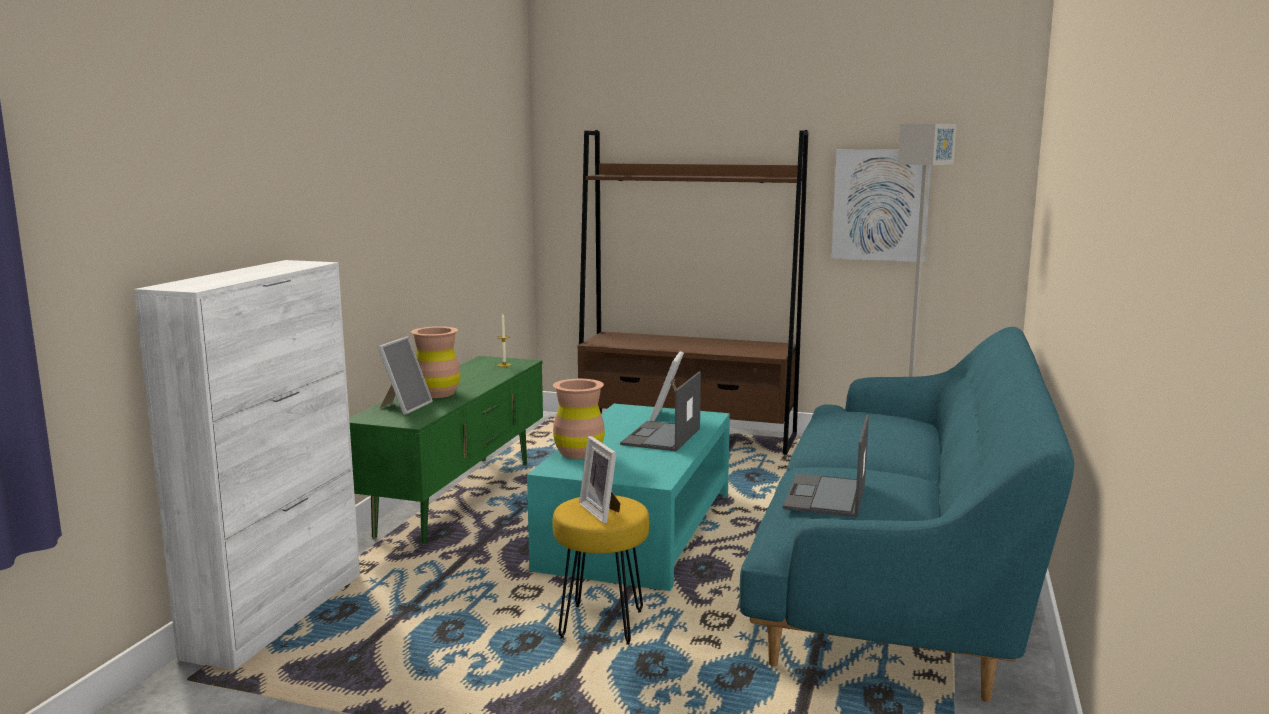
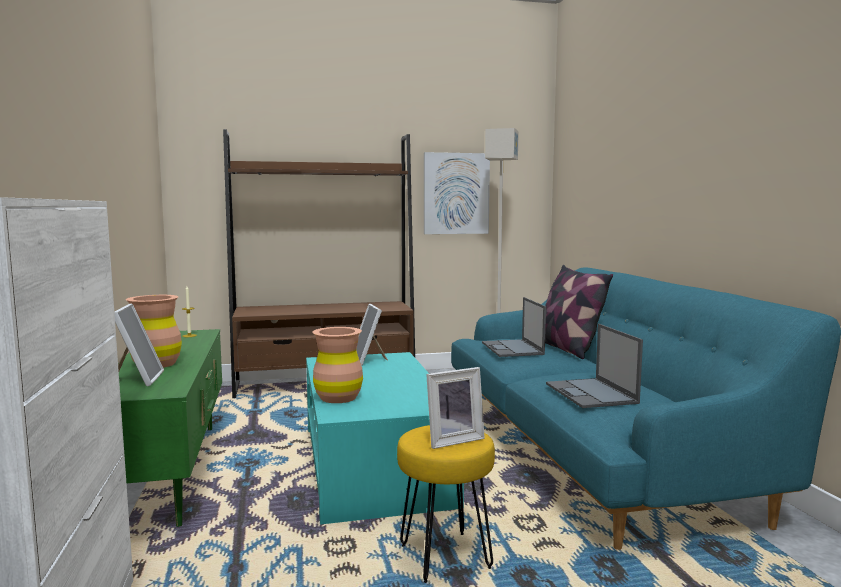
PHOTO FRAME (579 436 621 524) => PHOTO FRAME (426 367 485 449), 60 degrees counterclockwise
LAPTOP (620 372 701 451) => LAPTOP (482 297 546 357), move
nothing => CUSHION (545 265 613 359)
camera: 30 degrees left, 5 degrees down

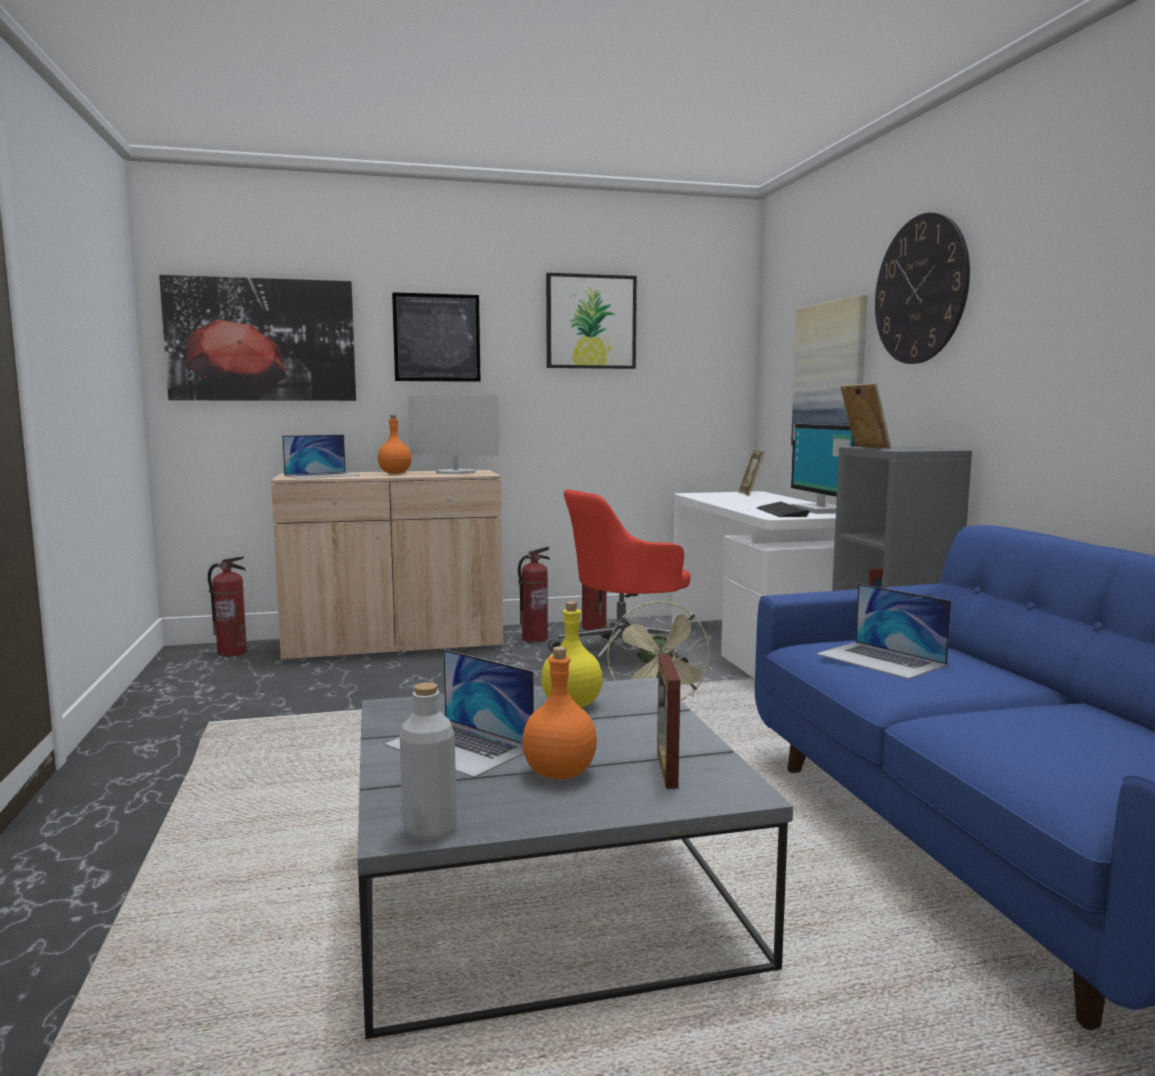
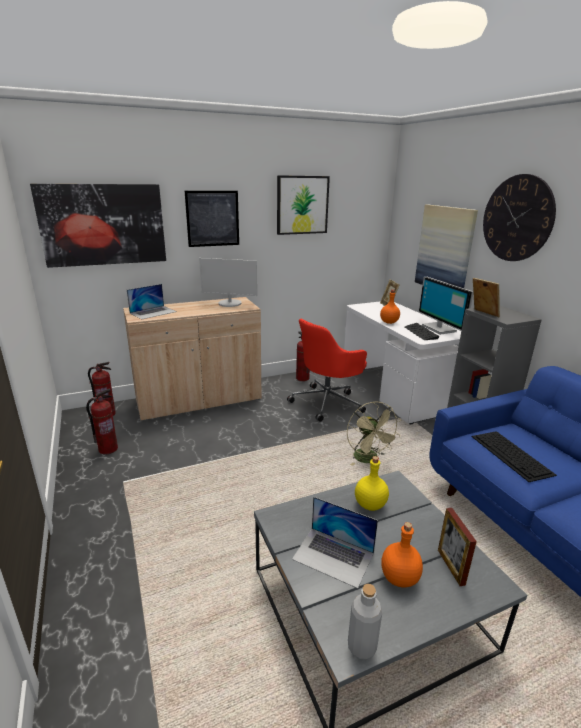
ORANGE-COLOURED BEVERAGE BOTTLE (378 415 412 474) => ORANGE-COLOURED BEVERAGE BOTTLE (380 290 400 324), move
EXTINGUISHER (518 547 550 643) => EXTINGUISHER (86 389 118 455), move
LAPTOP (817 584 951 679) => PC KEYBOARD (472 431 557 482)
camera: 10 degrees left, 15 degrees up

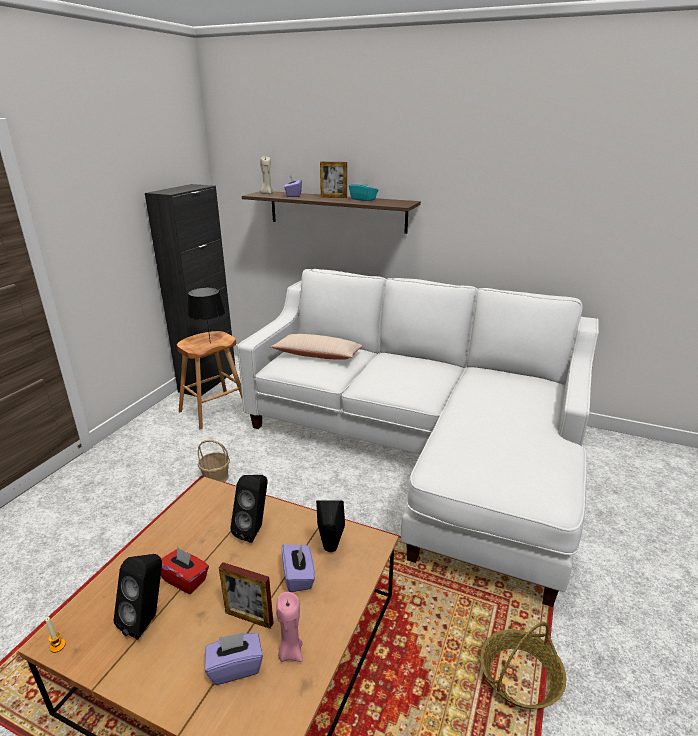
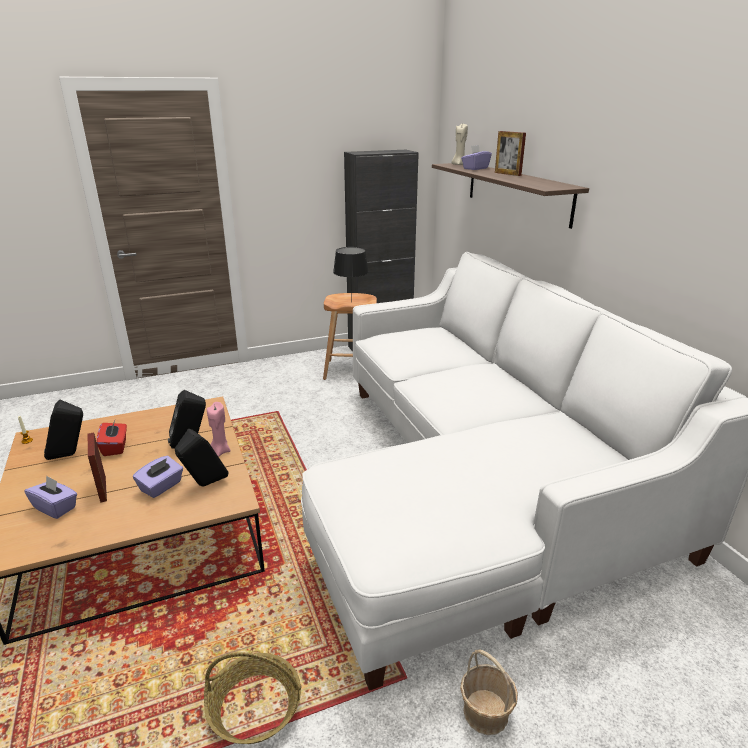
HOUSEHOLD BASKET (198 440 230 482) => HOUSEHOLD BASKET (460 649 518 735), move
BEIGE-COLOURED CUSHION (270 334 363 360) => nothing
PINKISH WAX CANDLE (276 592 303 662) => PINKISH WAX CANDLE (207 402 231 457), move
TURQUOISE TISSUE BOX (349 178 378 201) => nothing
camera: 45 degrees right, 0 degrees up

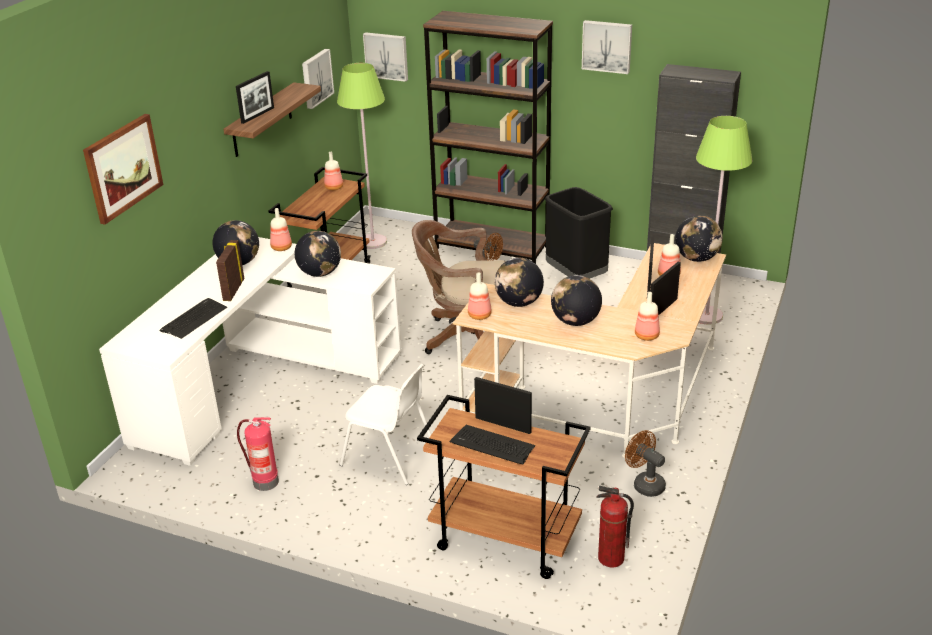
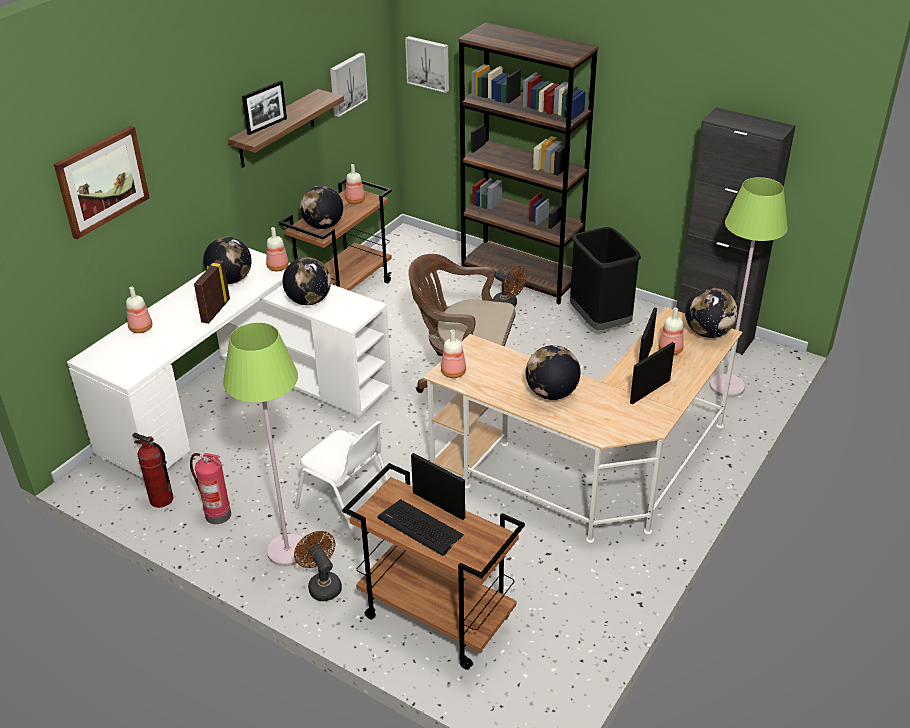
PC KEYBOARD (159 298 227 339) => nothing
GREENISH FLOOR LAMP (337 63 387 249) => GREENISH FLOOR LAMP (223 323 308 566), move
DESK GLOBE (494 258 544 307) => DESK GLOBE (300 186 343 229), move
WALL ART (582 20 632 74) => nothing
EXTINGUISHER (597 486 634 567) => EXTINGUISHER (132 433 173 508), move
BROWN-COLOURED COOLING FAN (625 430 666 497) => BROWN-COLOURED COOLING FAN (294 531 342 601), move
BEVERAGE BOTTLE (635 292 660 341) => BEVERAGE BOTTLE (126 287 152 333), move
camera: 10 degrees right, 5 degrees up

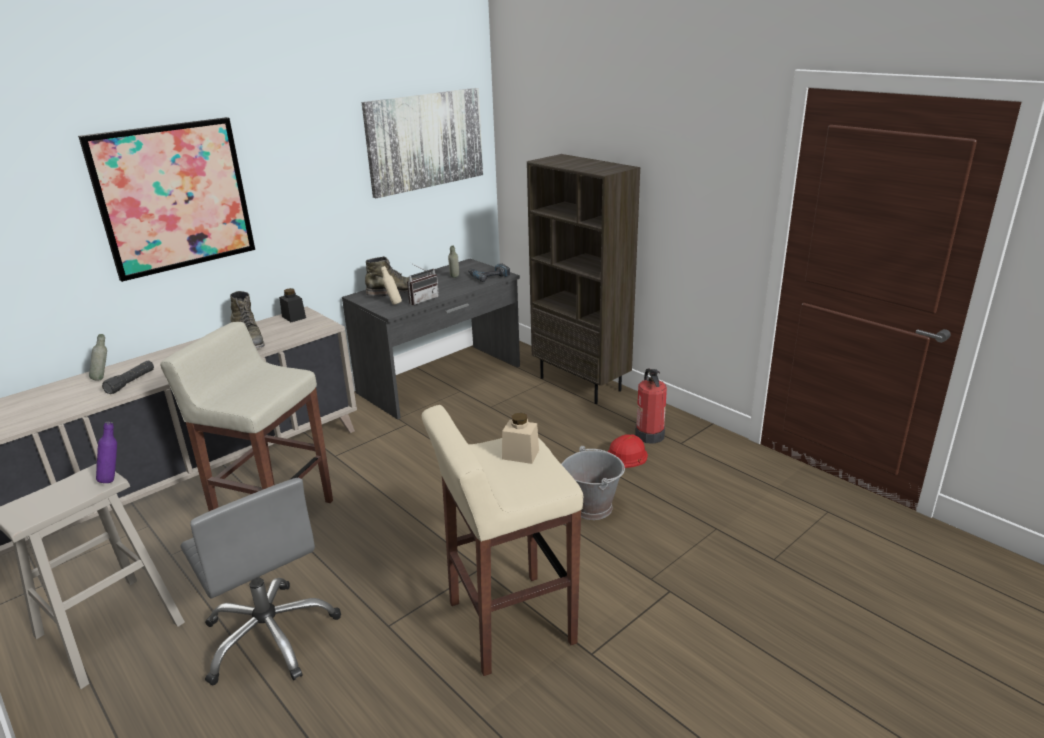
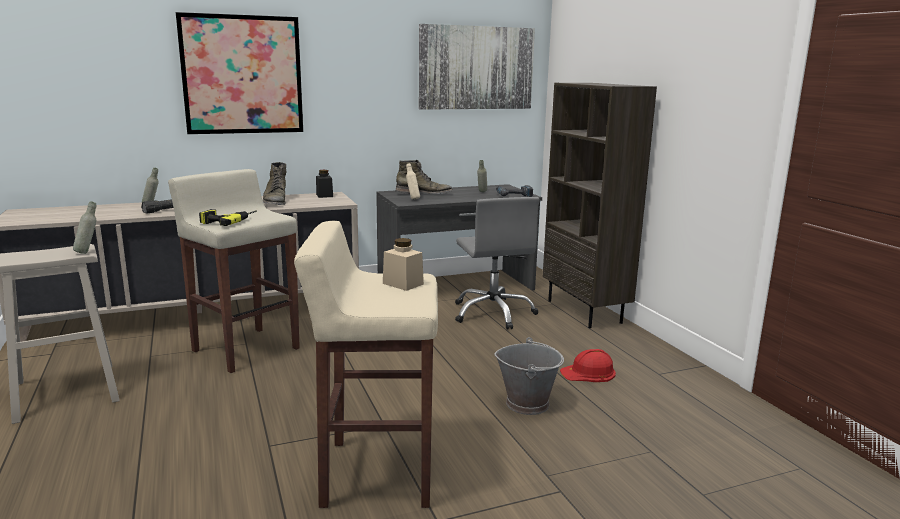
PURPLE BEVERAGE BOTTLE (96 422 117 483) => GRAY BEVERAGE BOTTLE (73 201 96 254)
GRAY DESK CHAIR (180 478 341 685) => GRAY DESK CHAIR (455 197 539 330), move
RADIO RECEIVER (407 263 439 305) => nothing
EXTINGUISHER (635 368 667 444) => nothing
nothing => DRILL (199 209 257 226)
camera: 20 degrees right, 10 degrees down

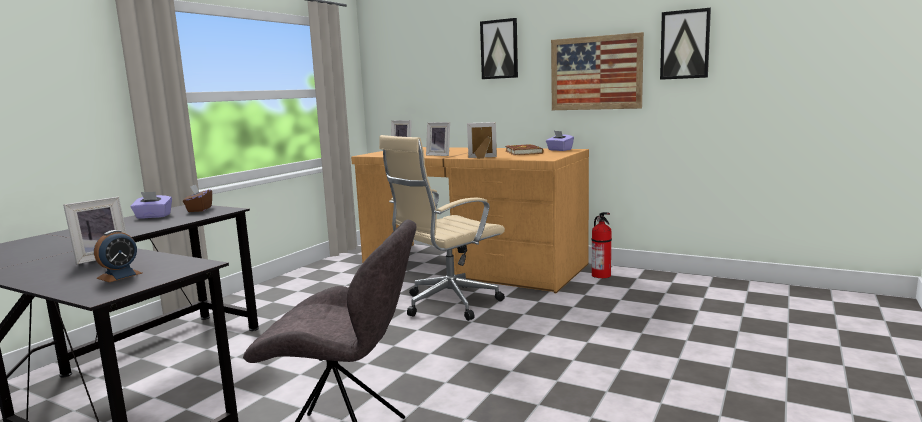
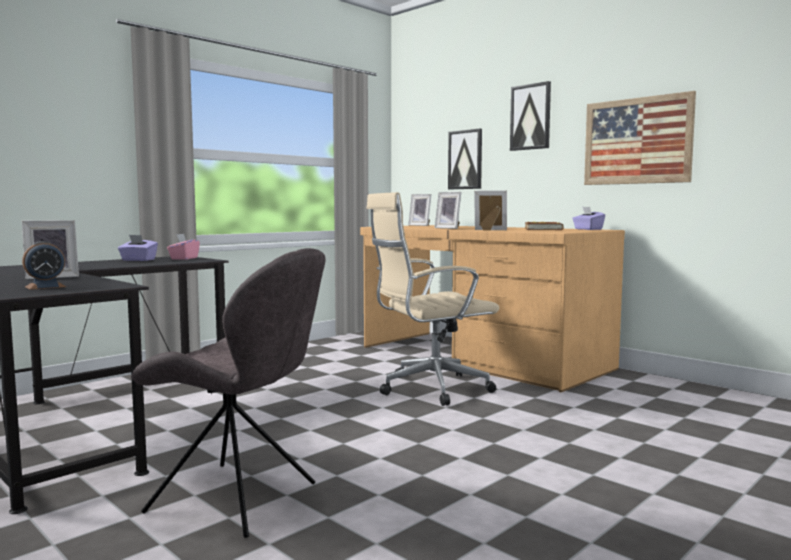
BROWN-COLOURED TISSUE BOX (183 184 212 212) => PINKISH TISSUE BOX (167 234 200 260)
EXTINGUISHER (592 212 612 278) => nothing
WALL ART (660 8 711 80) => WALL ART (448 128 482 189), move
camera: 15 degrees right, 5 degrees down

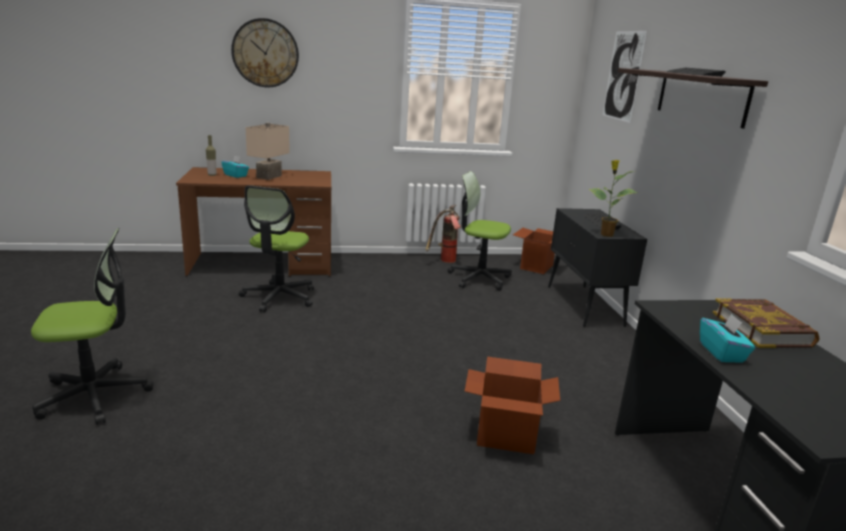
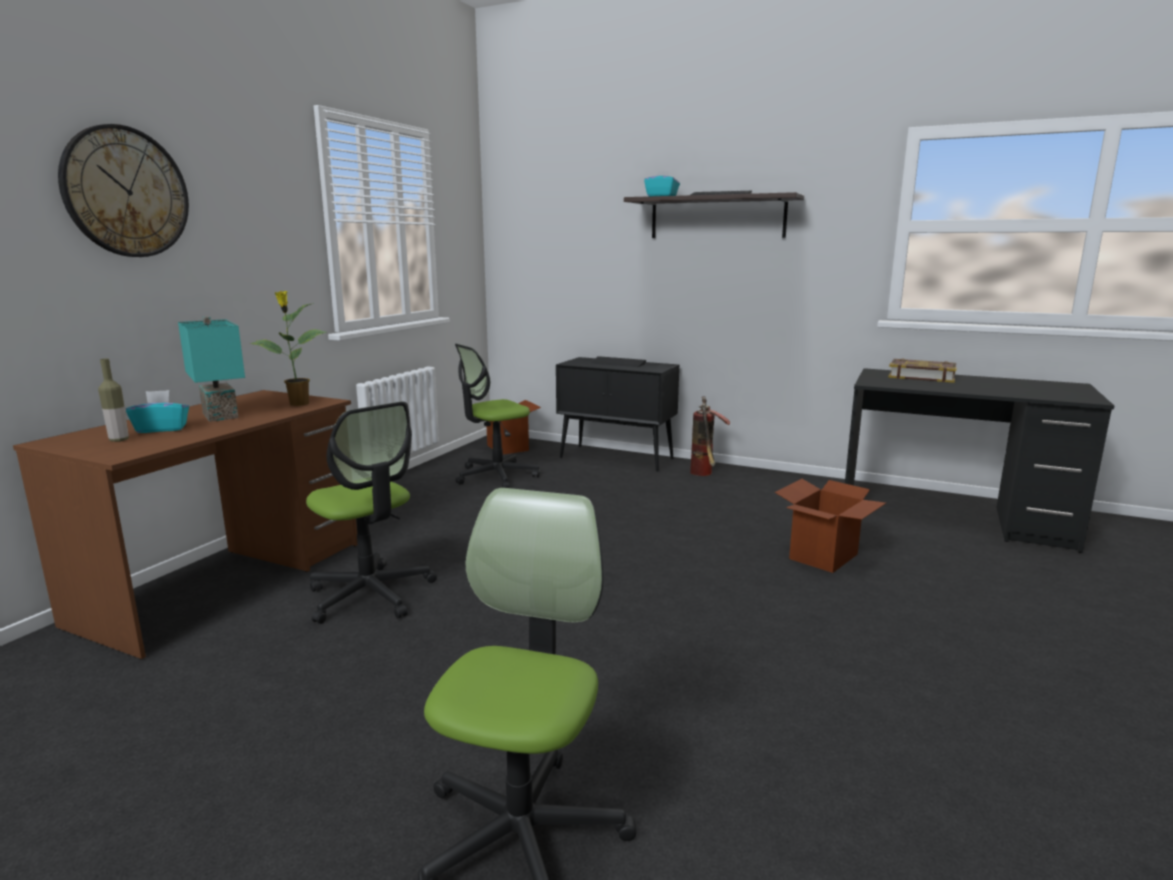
BEIGE-COLOURED TABLETOP LAMP (246 123 290 180) => TURQUOISE TABLETOP LAMP (178 316 245 422)
EXTINGUISHER (426 205 461 263) => EXTINGUISHER (690 396 730 476), move
HOUSEPLANT (589 160 637 237) => HOUSEPLANT (250 291 326 406), move
WALL ART (603 31 647 123) => nothing
TURQUOISE TISSUE BOX (700 313 755 363) => TURQUOISE TISSUE BOX (644 170 680 196), move
camera: 55 degrees left, 5 degrees down

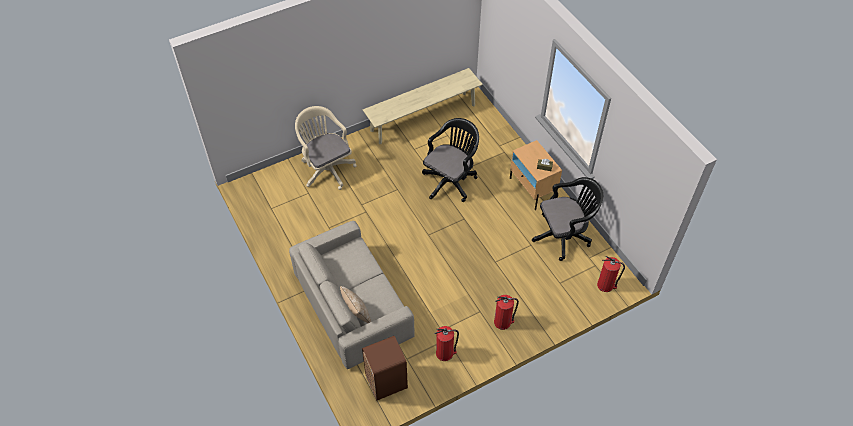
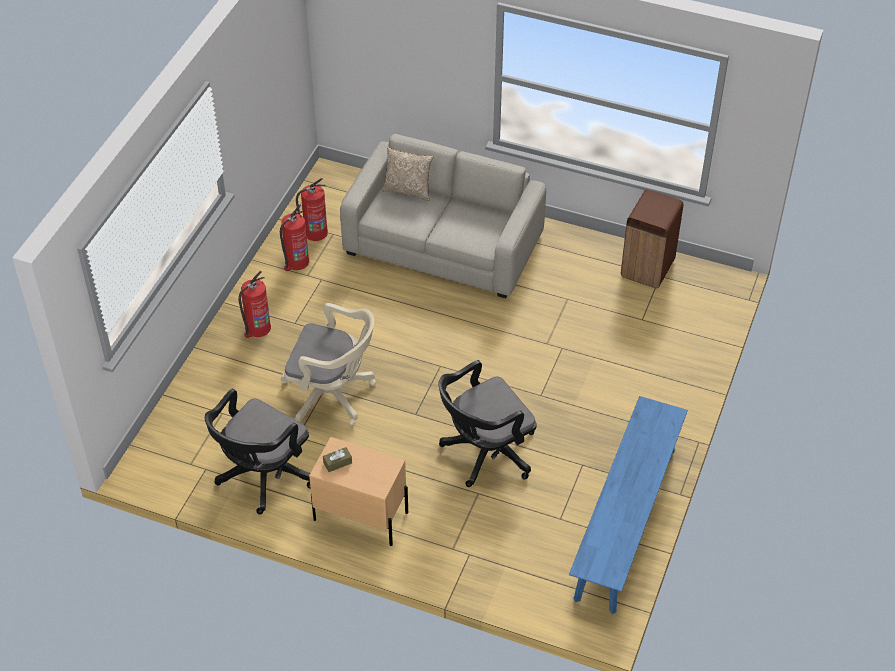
BEIGE-COLOURED DESK CHAIR (295 106 357 190) => BEIGE-COLOURED DESK CHAIR (281 303 376 426), move
BROWN-COLOURED WASTE BIN (362 336 408 400) => BROWN-COLOURED WASTE BIN (621 190 683 288), move
BEIGE-COLOURED INDOOR BENCH (363 68 483 144) => BLUE INDOOR BENCH (569 396 688 614)
BLACK-COLOURED DESK CHAIR (422 118 479 202) => BLACK-COLOURED DESK CHAIR (439 360 537 487), 60 degrees clockwise
EXTINGUISHER (597 256 625 292) => EXTINGUISHER (296 178 328 241), move
camera: 140 degrees right, 5 degrees down

